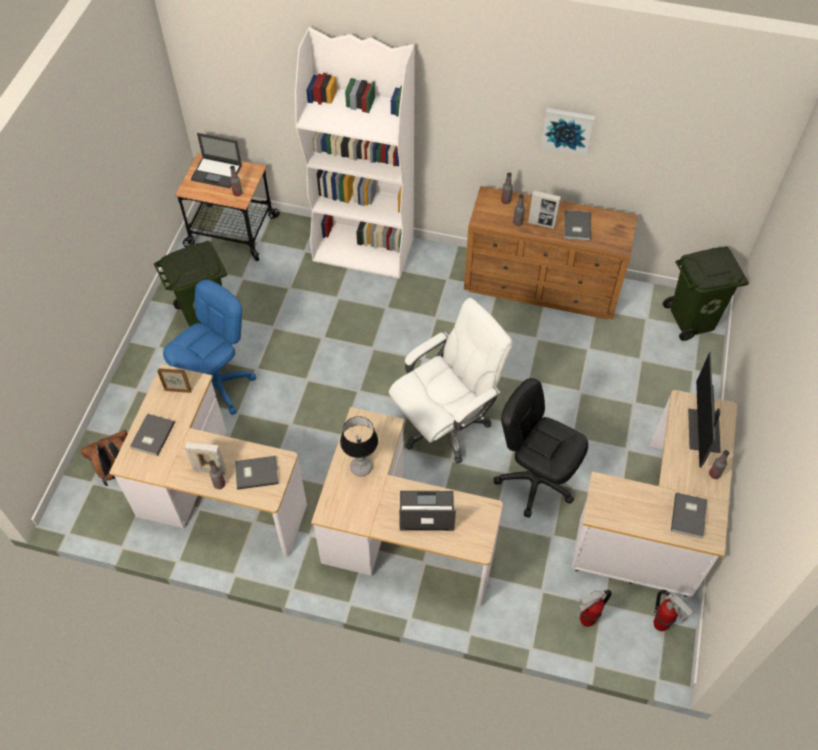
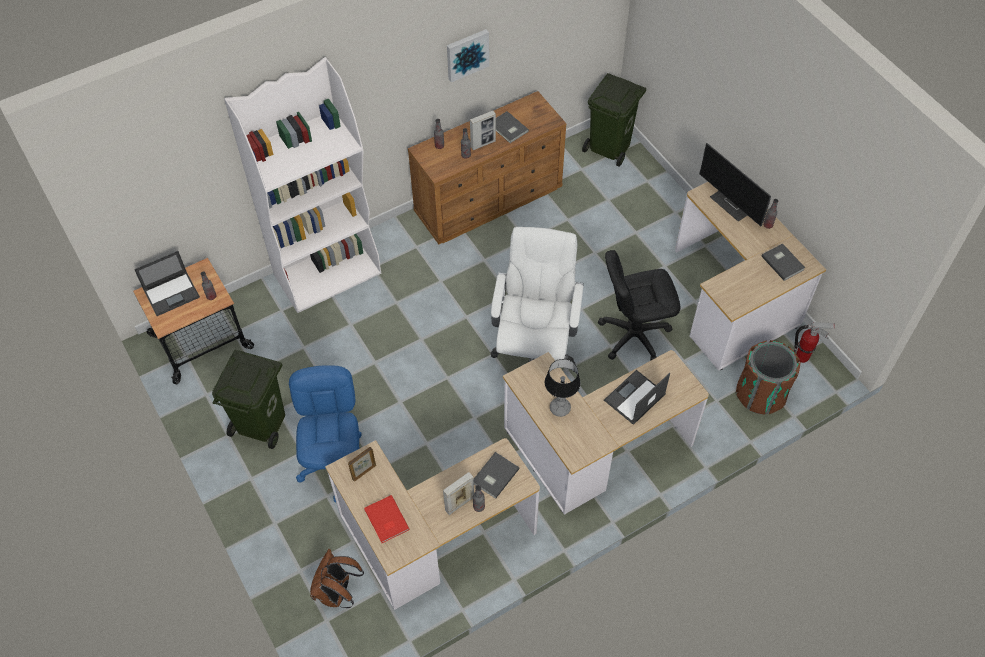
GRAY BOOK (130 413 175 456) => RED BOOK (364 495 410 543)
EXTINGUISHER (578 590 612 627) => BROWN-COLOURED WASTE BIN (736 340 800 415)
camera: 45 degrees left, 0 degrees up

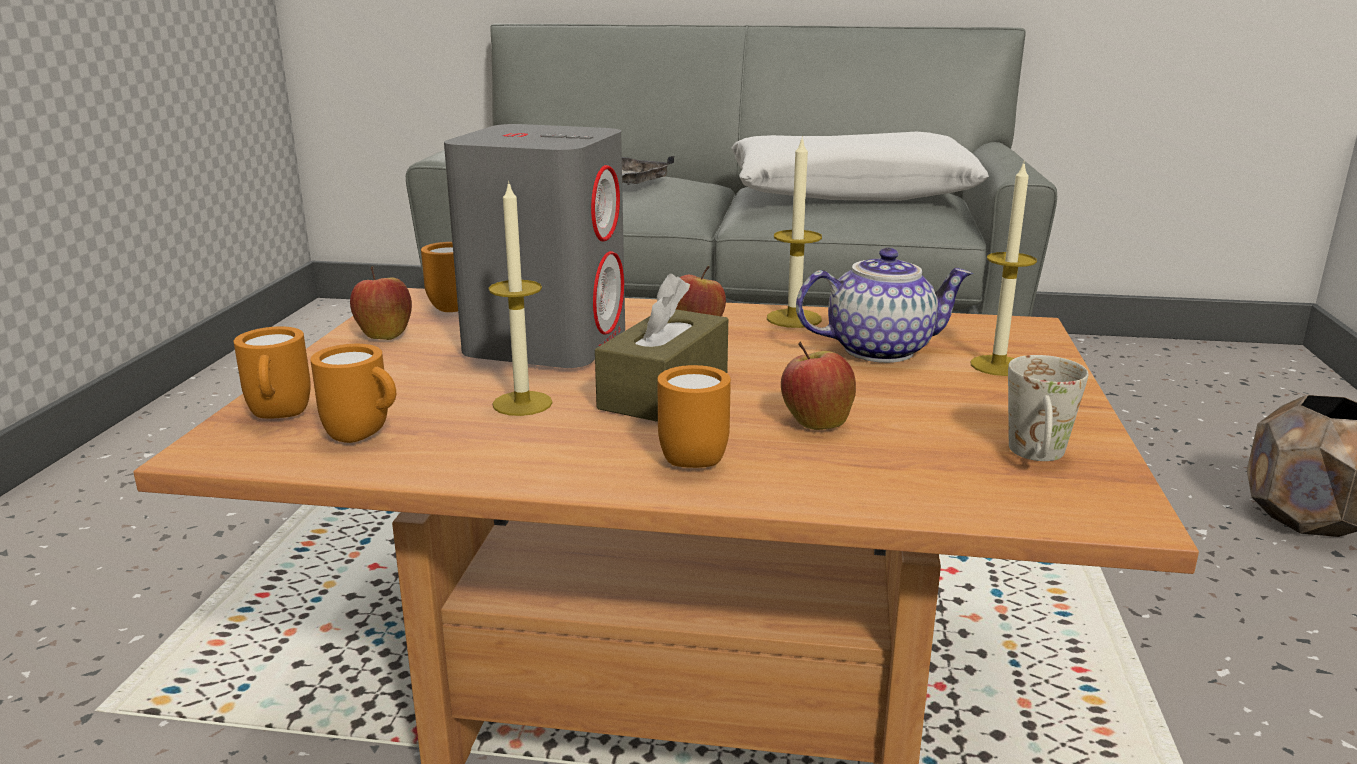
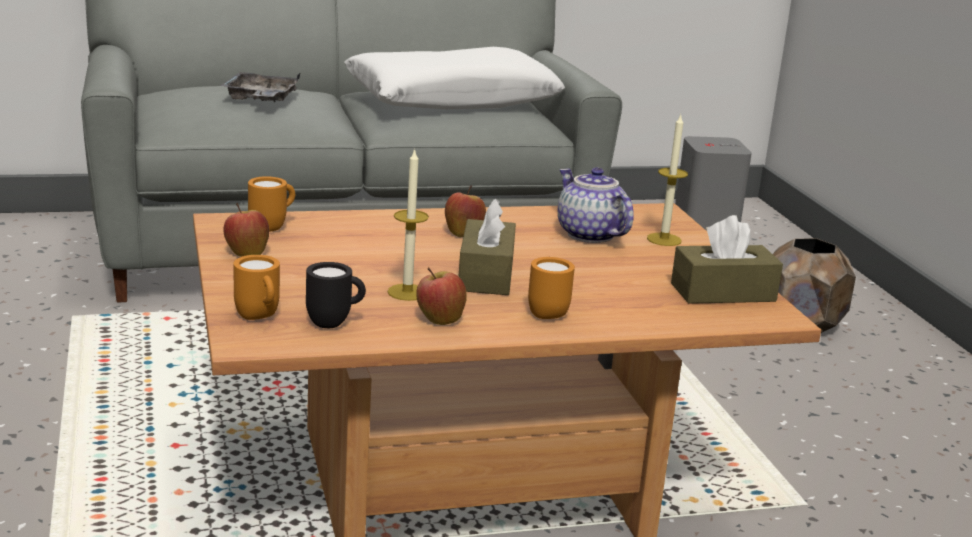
ORANGE-COLOURED COFFEE MUG (310 344 396 443) => BLACK-COLOURED COFFEE MUG (306 262 366 328)
GRAY SPEAKER (444 124 625 368) => GRAY SPEAKER (675 136 752 231), move
WAX CANDLE (767 136 822 328) => nothing
APPLE FRUIT (781 341 856 430) => APPLE FRUIT (416 267 467 325), move
POT FOR TEA (796 248 973 363) => POT FOR TEA (558 168 634 243), 90 degrees counterclockwise
WHITE-COLOURED COFFEE MUG (1008 355 1088 461) => BROWN-COLOURED TISSUE BOX (671 215 783 304)
camera: 25 degrees left, 0 degrees up

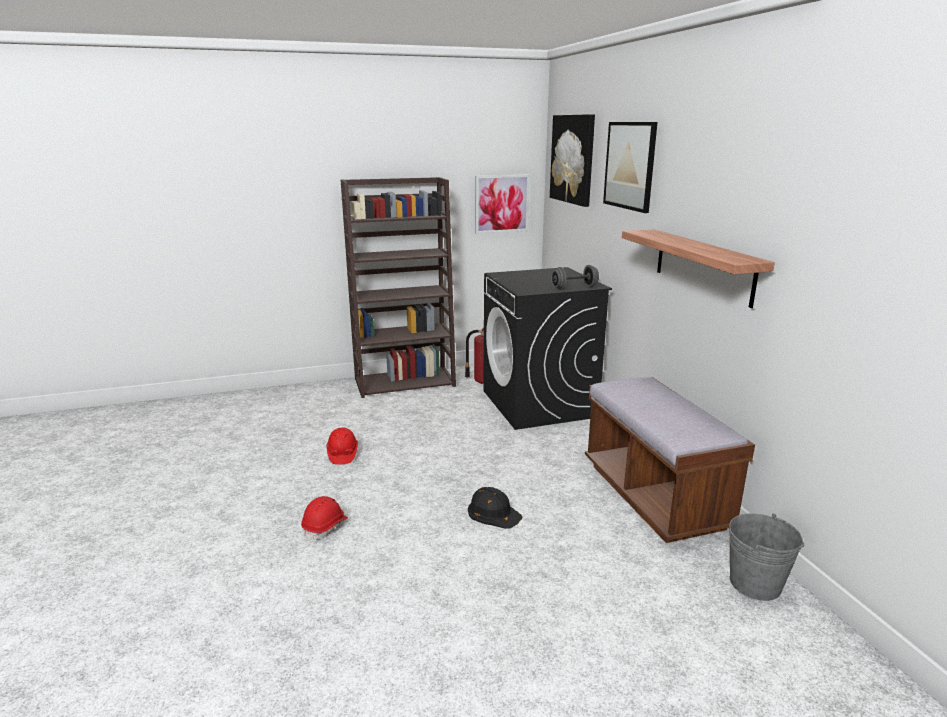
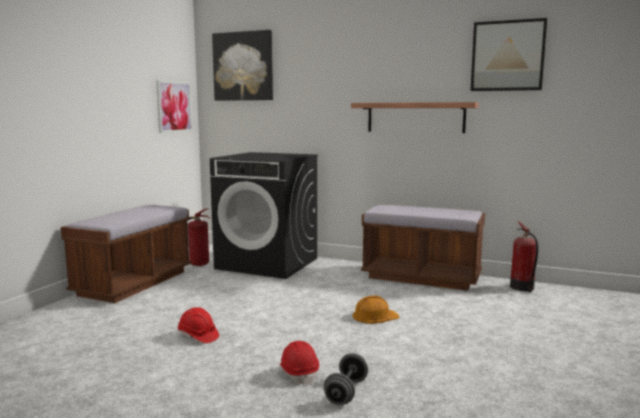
BROWN-COLOURED BOOKSHELF (341 177 456 398) => BROWN-COLOURED INDOOR BENCH (61 205 191 303)
BLACK-COLOURED SAFETY HELMET (468 487 523 529) => ORANGE-COLOURED SAFETY HELMET (353 296 400 324)
GRAY DUMBBELL (551 265 599 290) => GRAY DUMBBELL (324 353 368 405), move
WALL ART (603 122 657 213) => WALL ART (471 18 547 91), move
GRAY WATER BUCKET (729 513 804 601) => EXTINGUISHER (510 221 538 293)
camera: 50 degrees left, 10 degrees down

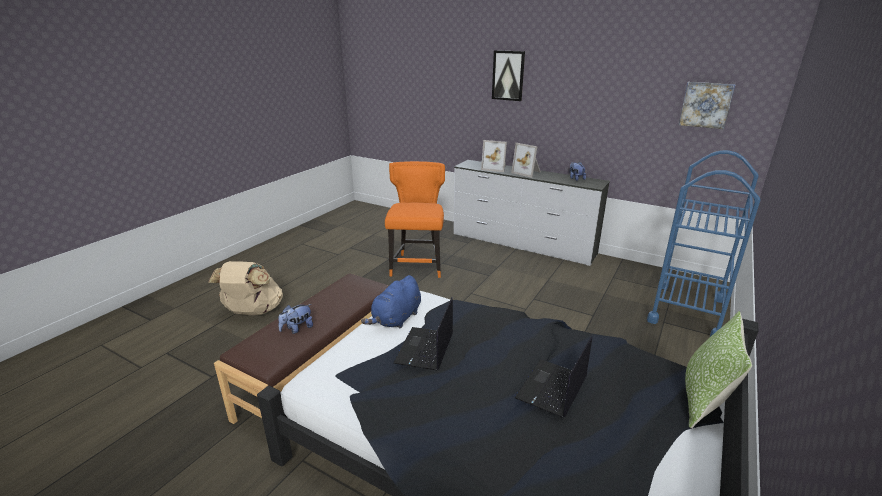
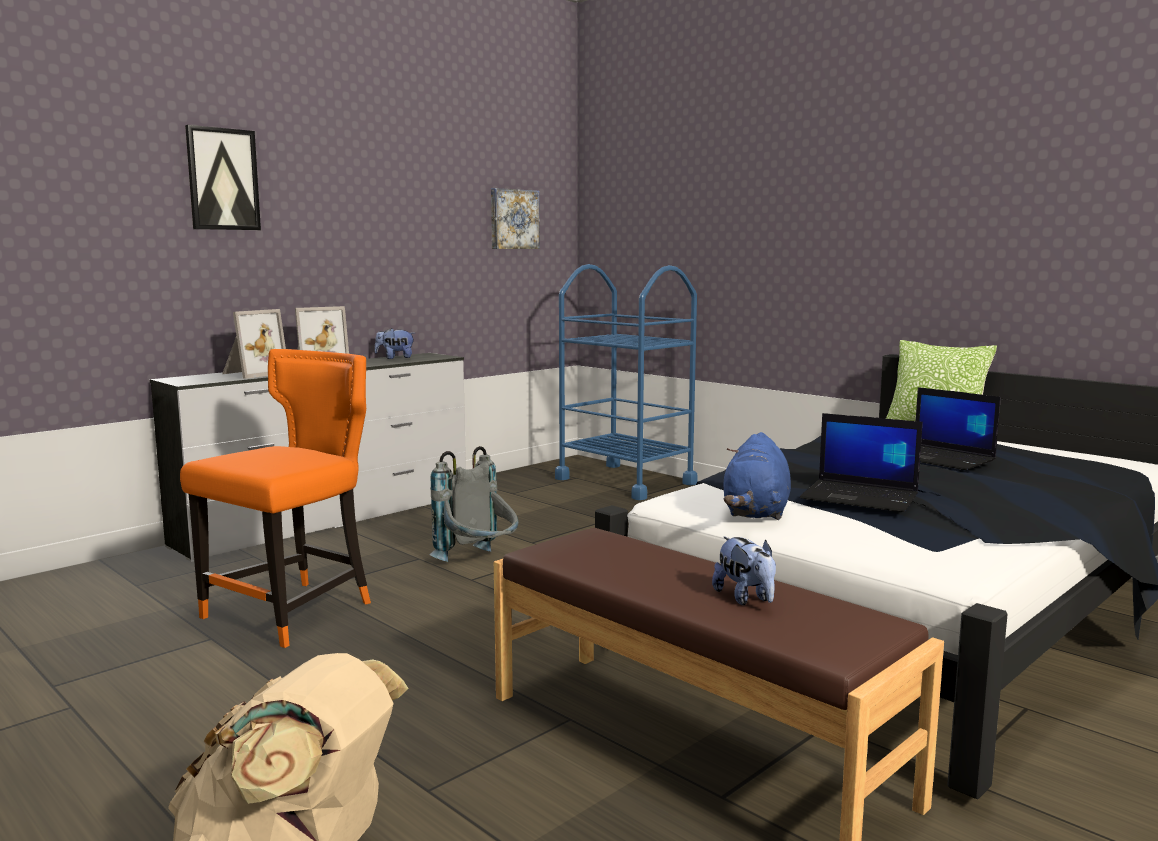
BLUE CUDDLY TOY (361 275 421 328) => BLUE CUDDLY TOY (724 432 791 520), 60 degrees clockwise
ORANGE-COLOURED PLAIN CHAIR (385 161 445 278) => ORANGE-COLOURED PLAIN CHAIR (180 349 371 648), 105 degrees clockwise
nothing => GRAY KNAPSACK (429 446 519 562)
camera: 75 degrees left, 15 degrees down

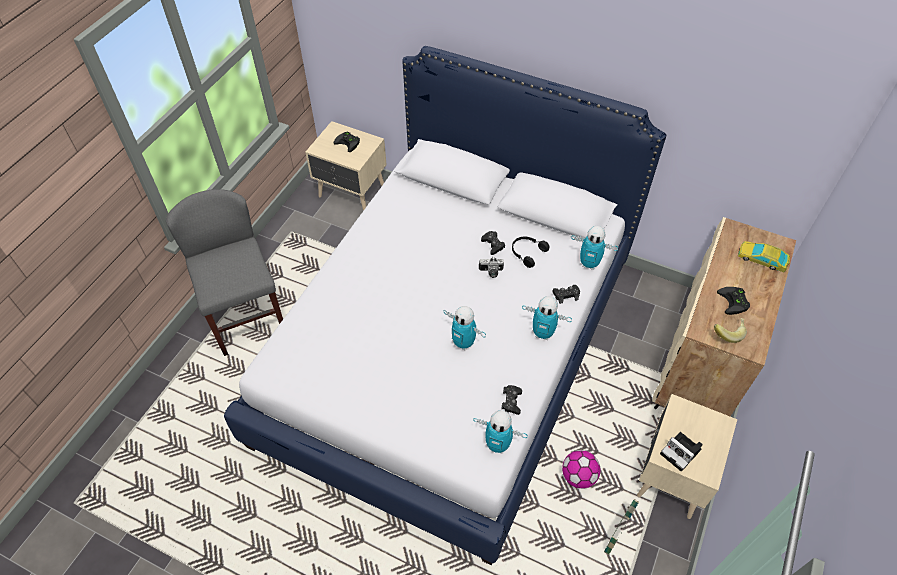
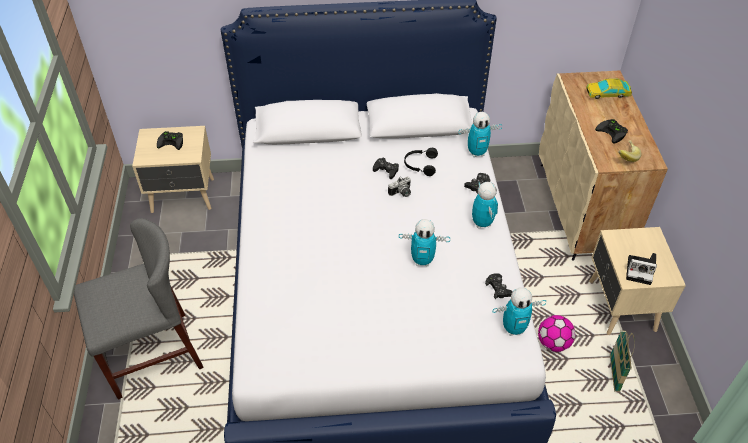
GRAY PLAIN CHAIR (166 189 283 356) => GRAY PLAIN CHAIR (74 218 204 400), 120 degrees clockwise
MODEL ROBOT (522 296 572 340) => MODEL ROBOT (472 182 498 229), 90 degrees counterclockwise
camera: 30 degrees left, 5 degrees down

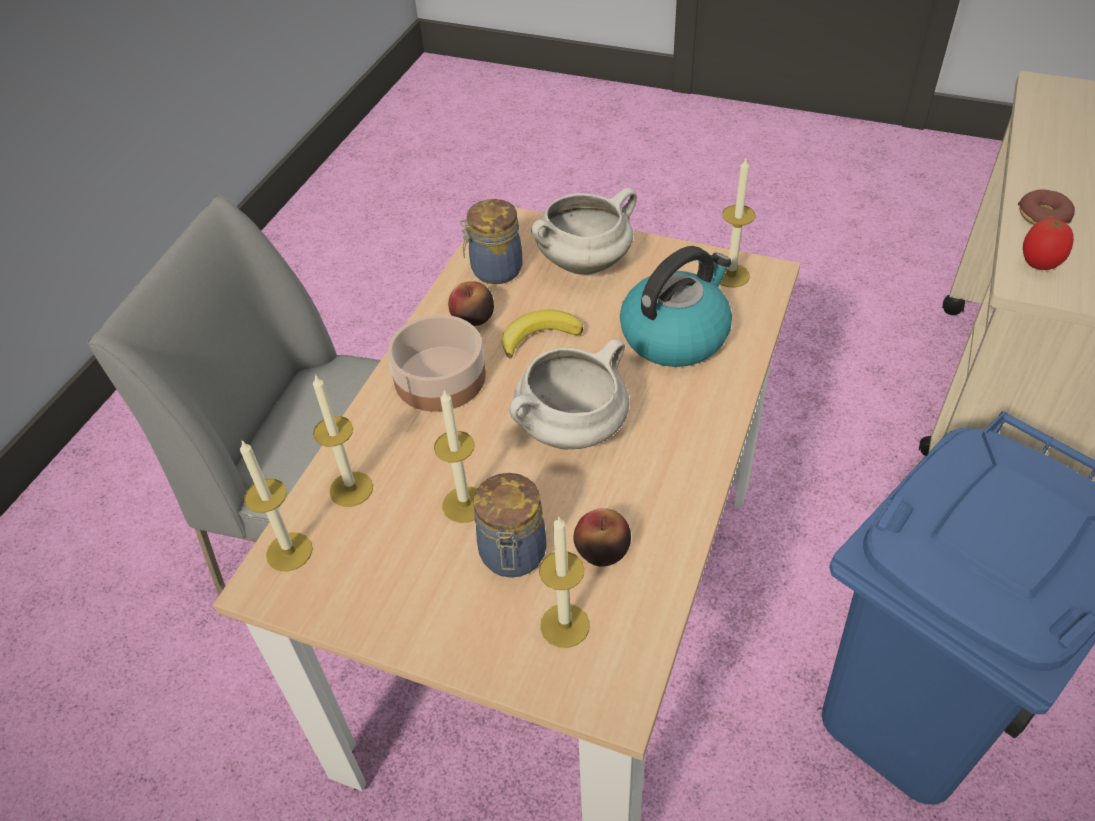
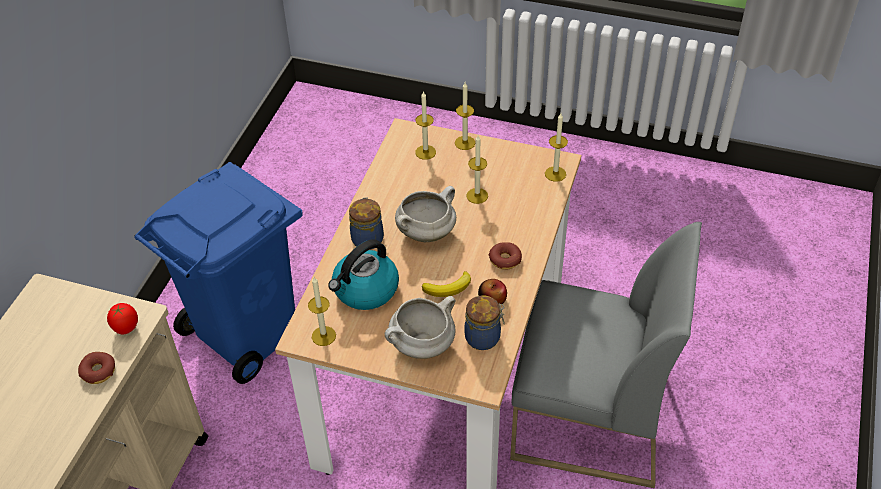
WAX CANDLE (313 374 373 507) => WAX CANDLE (455 82 475 150), move
DEEP DISH (387 315 486 412) => DONUT (489 242 522 270)
STORAGE JAR (473 473 546 578) => STORAGE JAR (349 198 384 250), move
APPLE FRUIT (573 508 631 567) => nothing
camera: 175 degrees right, 0 degrees up

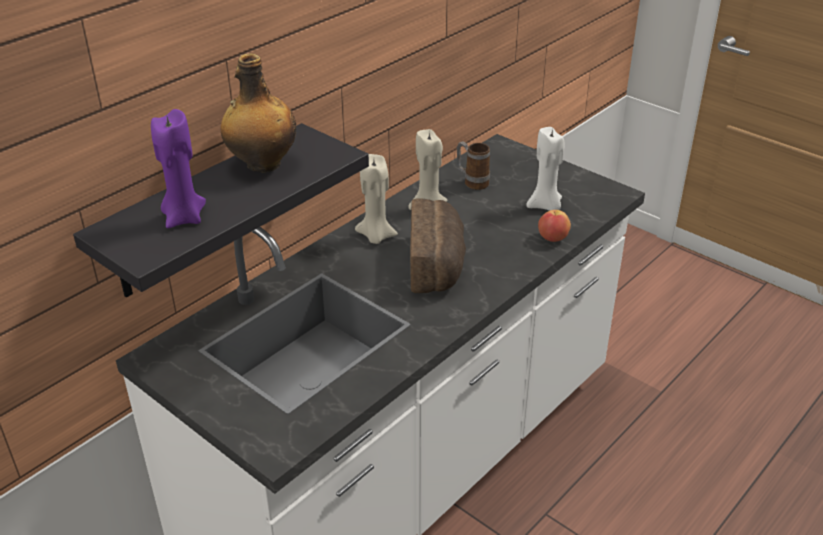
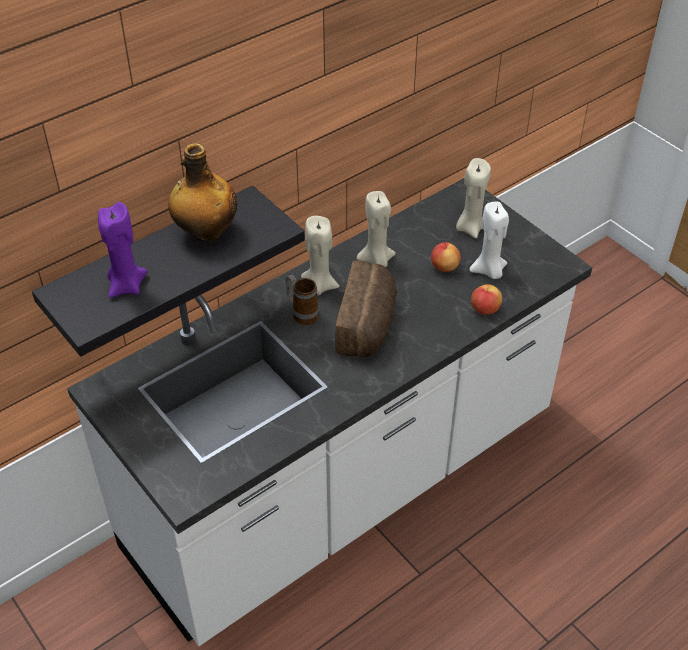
COFFEE MUG (457 142 490 190) => COFFEE MUG (285 275 319 325), move
nothing => APPLE FRUIT (431 242 461 272)
nothing => BEIGE-COLOURED WAX CANDLE (456 158 491 238)
camera: 10 degrees right, 10 degrees up

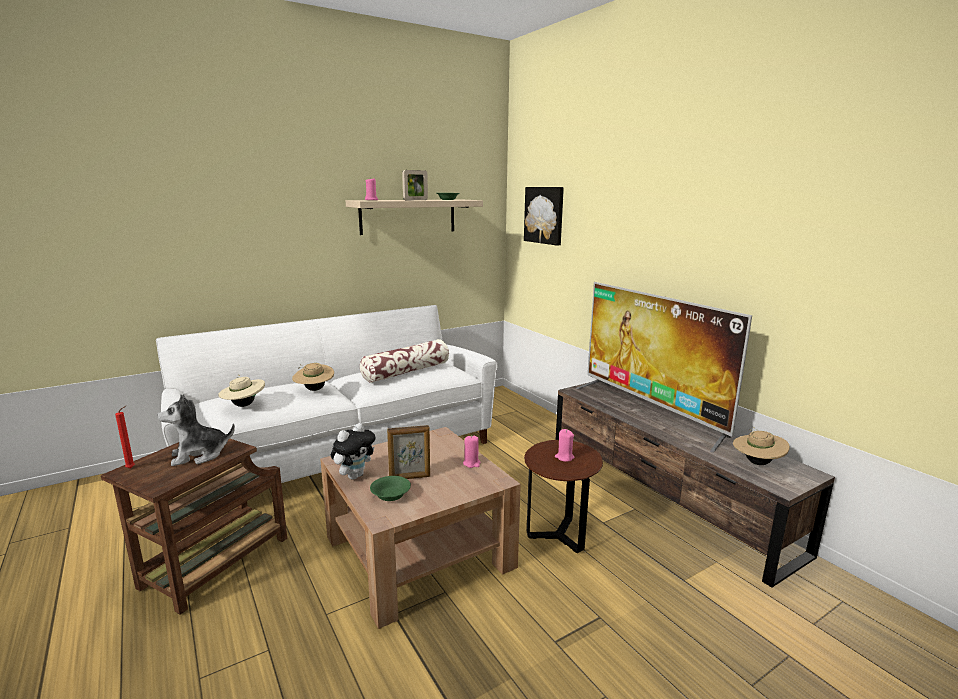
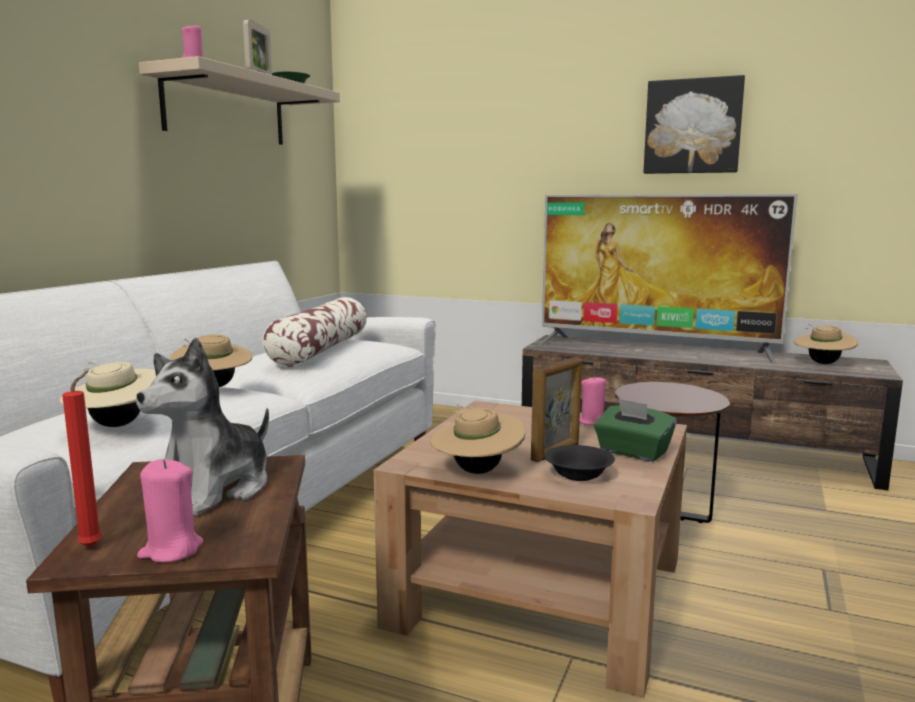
CUDDLY TOY (331 423 375 479) => BEIGE-COLOURED CLOTHING HAT (429 404 526 474)
GREENISH DEEP DISH (370 476 411 501) => BLACK-COLOURED DEEP DISH (544 445 615 481)
WALL ART (524 187 564 246) => WALL ART (644 75 745 174), move
PINKISH WAX CANDLE (555 429 574 462) => PINKISH WAX CANDLE (137 459 203 562), move
nothing => GREENISH TISSUE BOX (594 398 676 462)
camera: 35 degrees left, 5 degrees down

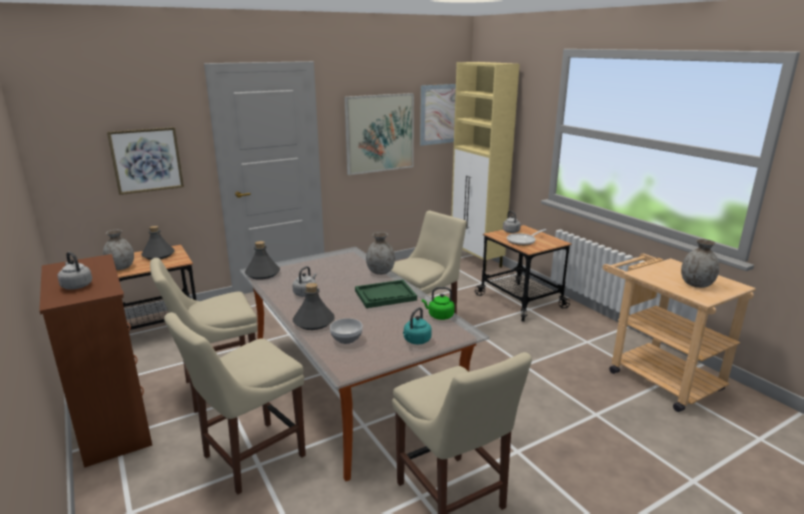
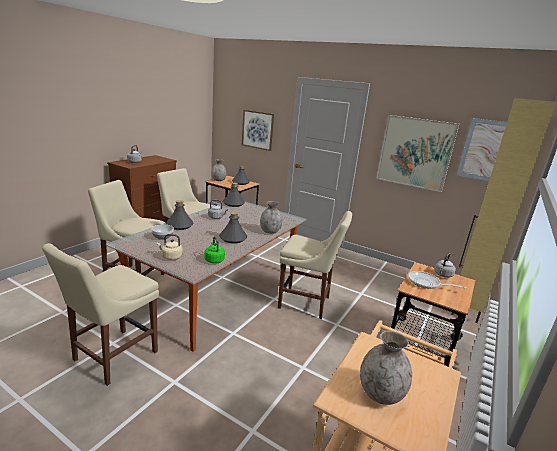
GREENISH TRAY (355 280 417 308) => GRAY BEVERAGE BOTTLE (219 212 247 243)
TURQUOISE KETTLE (403 307 432 344) => BEIGE-COLOURED KETTLE (157 234 183 260)
camera: 60 degrees right, 0 degrees up

